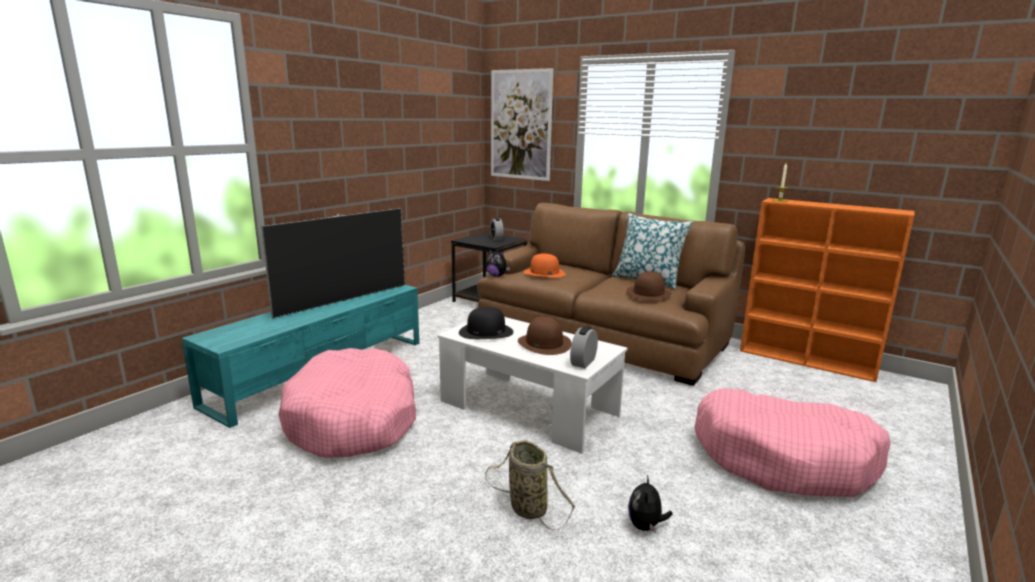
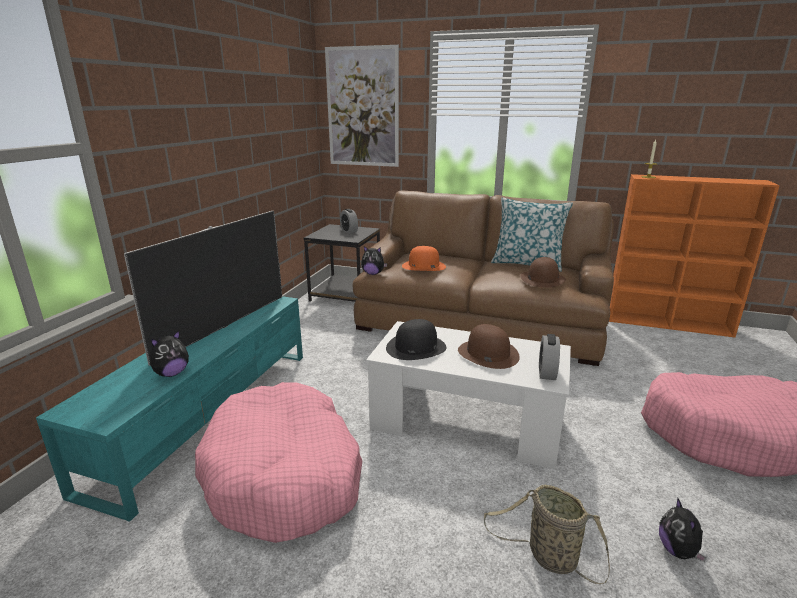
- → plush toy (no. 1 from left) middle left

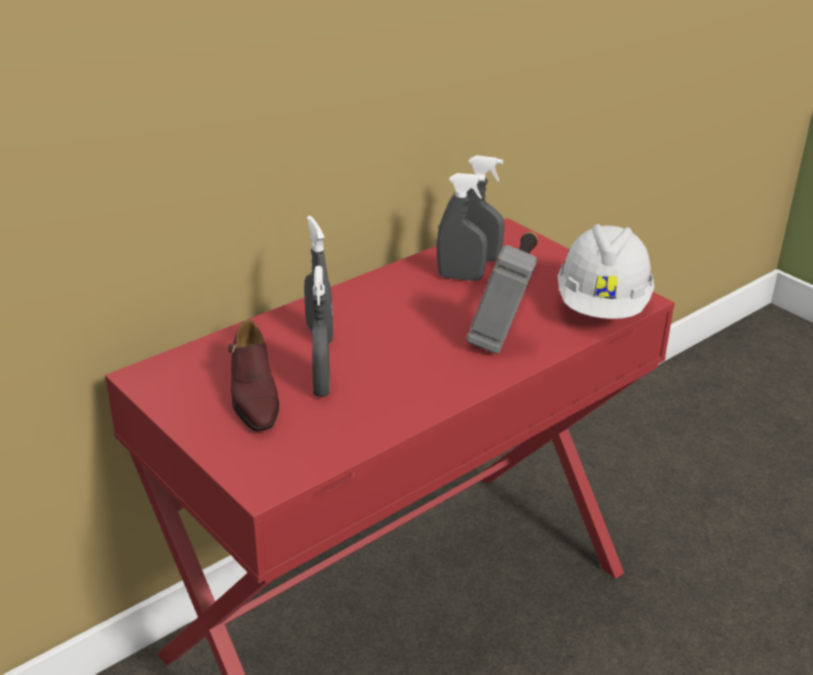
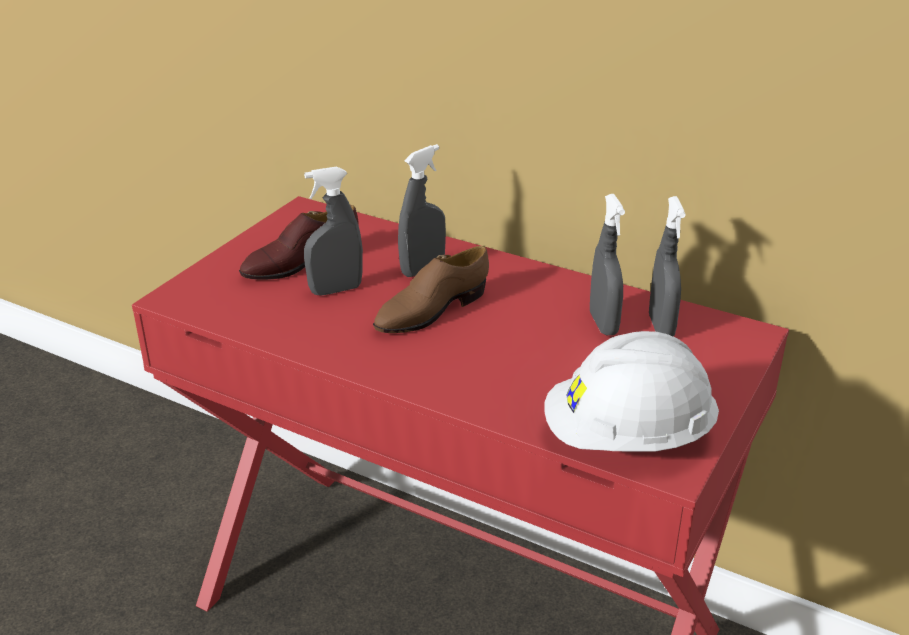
hammer centre → -
- → shoe (brownish) (no. 2 from left) centre

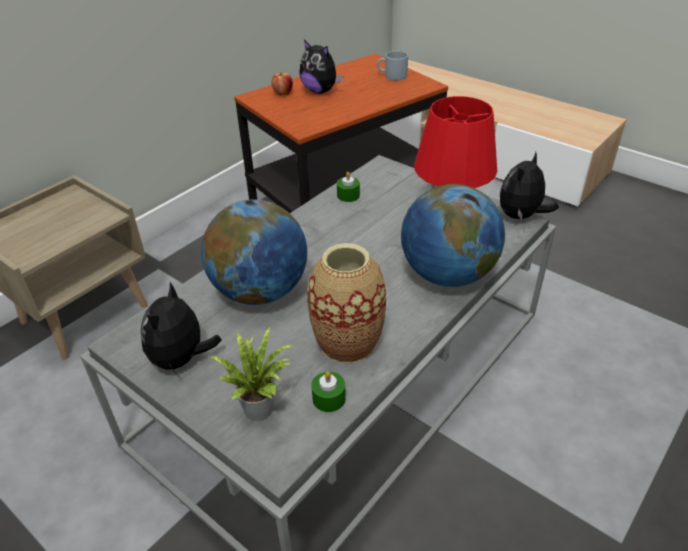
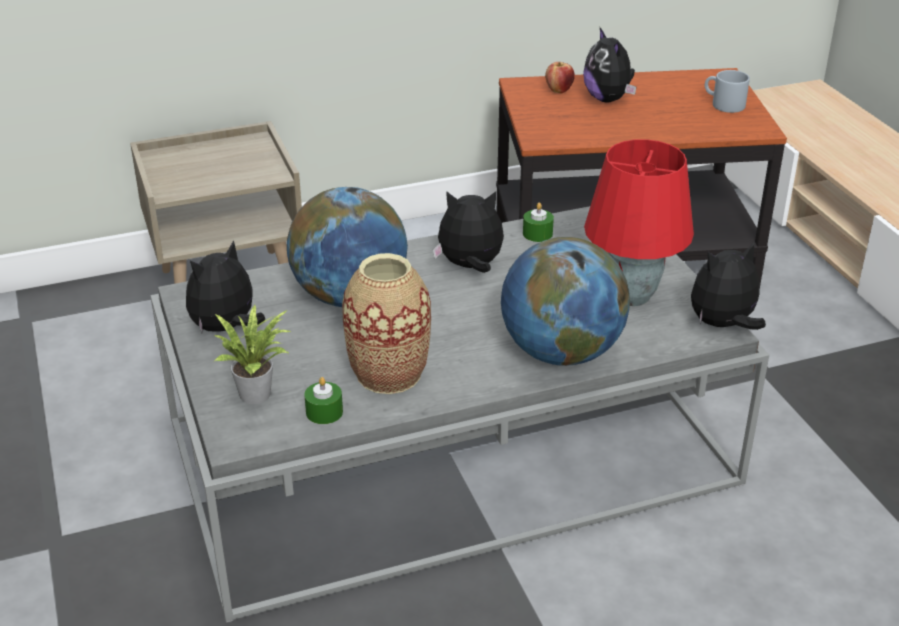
- → plush toy (no. 2 from left) centre

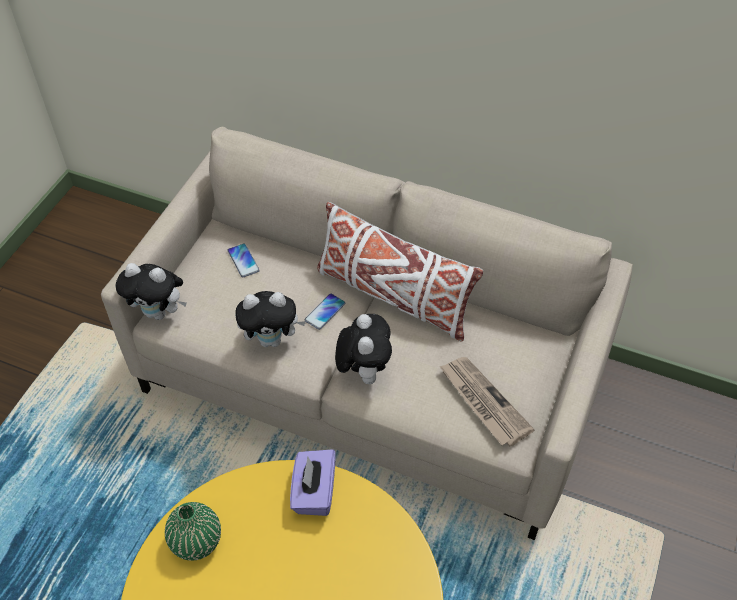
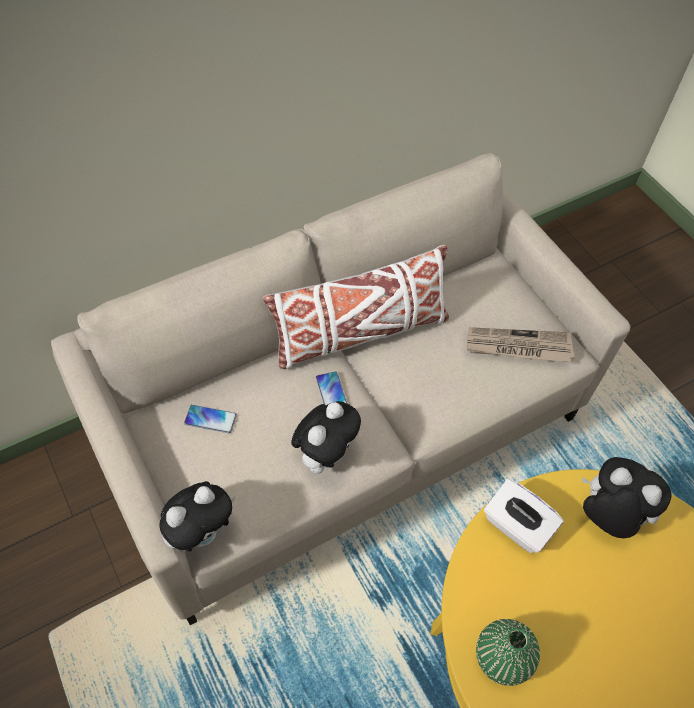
box of tissues (purple) bottom centre → box of tissues (whitish) bottom right
plush toy (no. 3 from left) centre → plush toy (no. 3 from left) bottom right, shifted

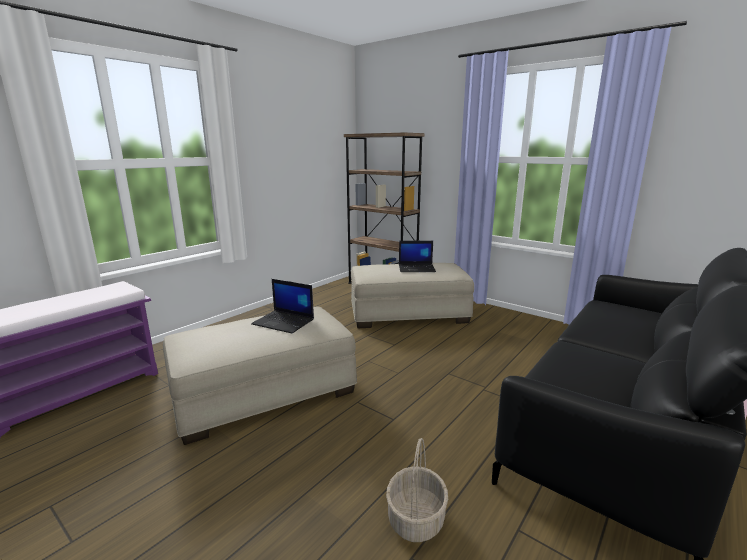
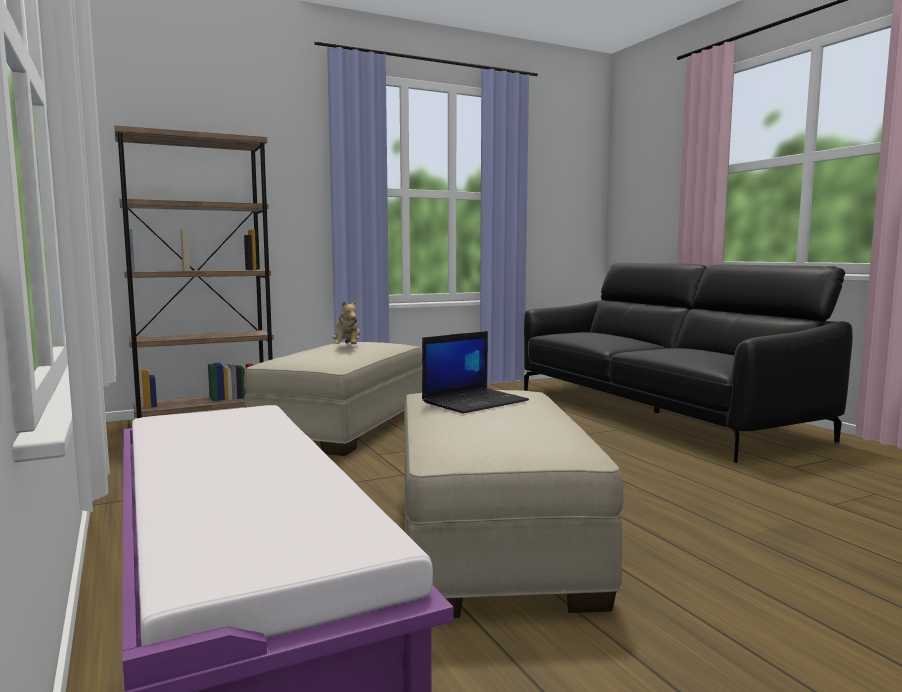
storage basket bottom centre → -
laptop (no. 2 from left) centre → plush toy centre

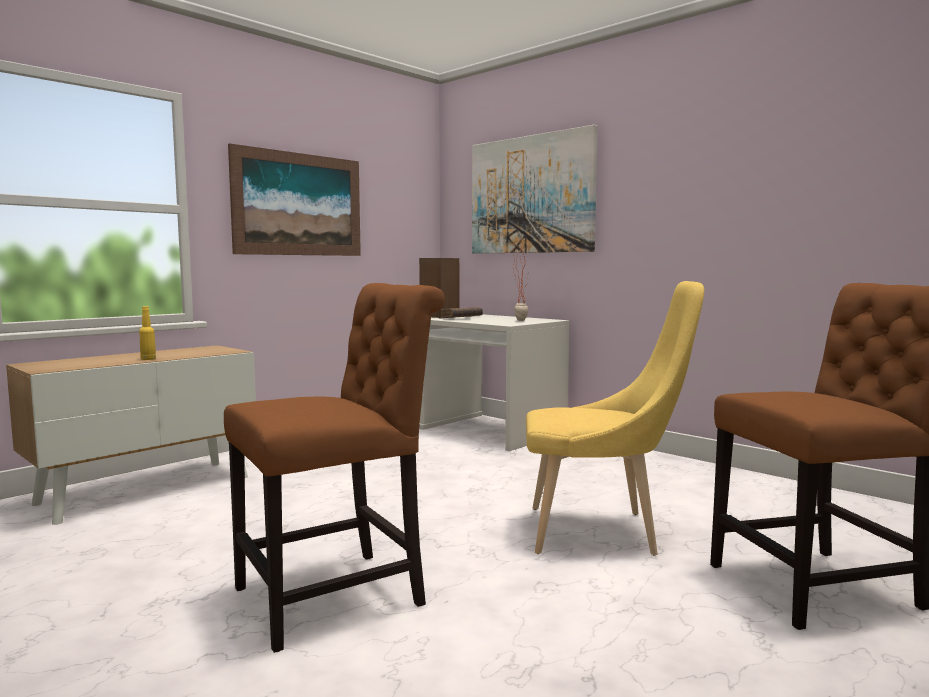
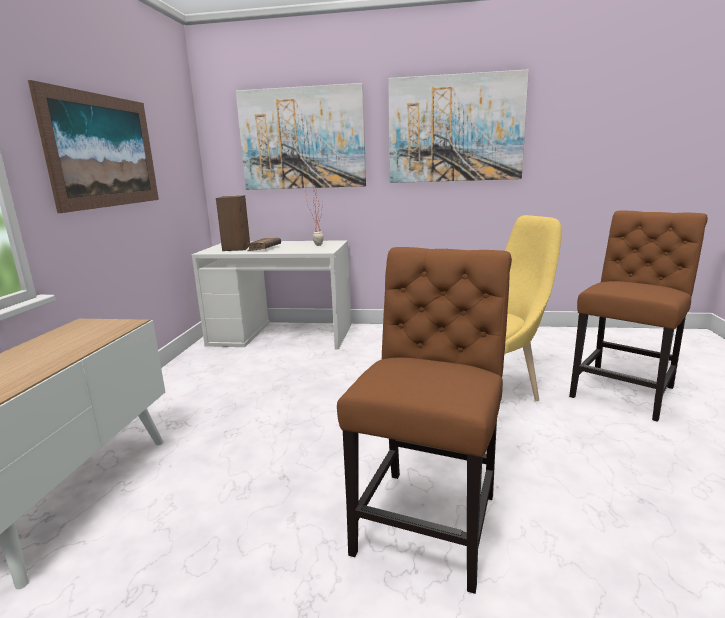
bottle (yellowish) middle left → -
- → picture (no. 3 from left) top centre

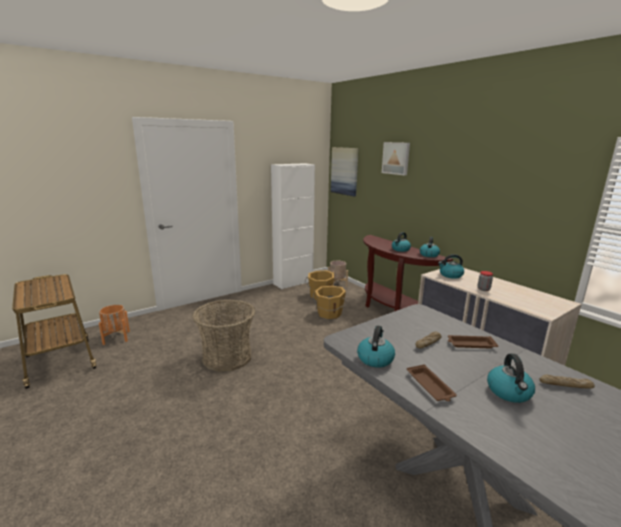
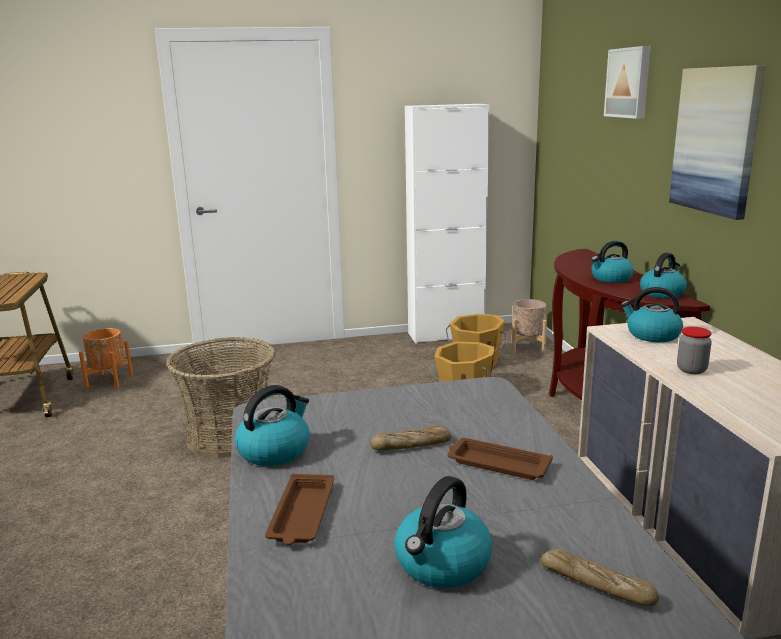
picture (no. 1 from left in the first image) top centre → picture (no. 2 from left) top right, shifted

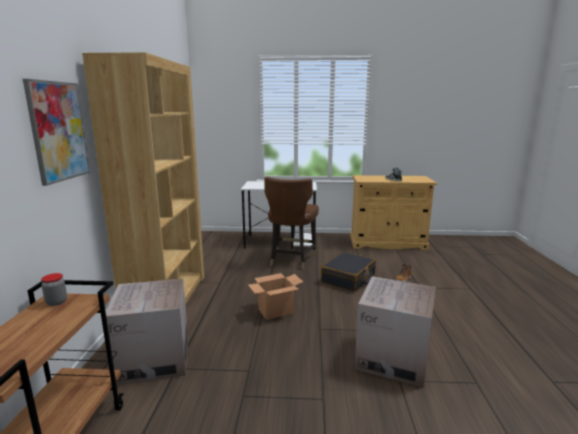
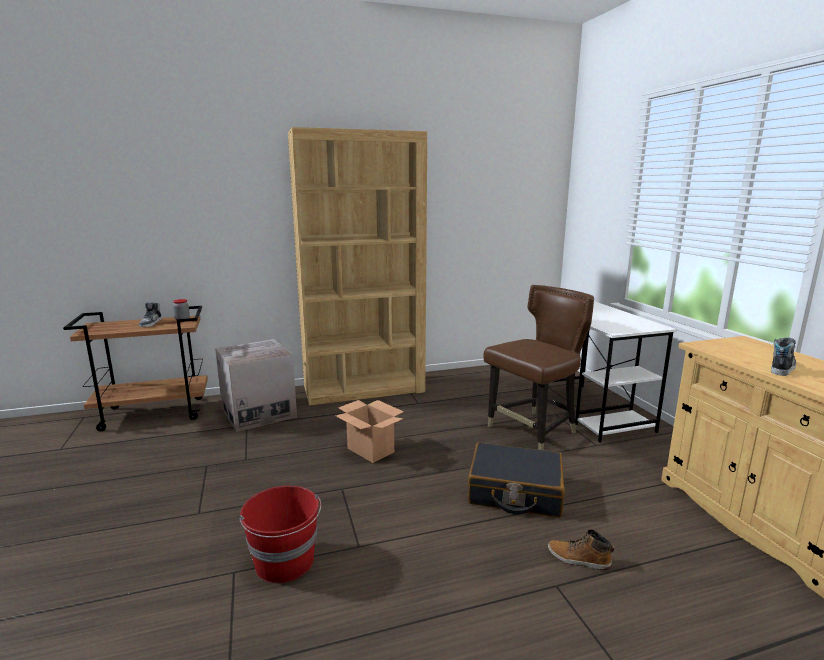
picture top left → -
upright chair (brownish) centre, 150 degrees clockwise
packing box (no. 3 from left) bottom right → bucket (red-coloured) bottom centre
- → shoe (no. 1 from left) middle left

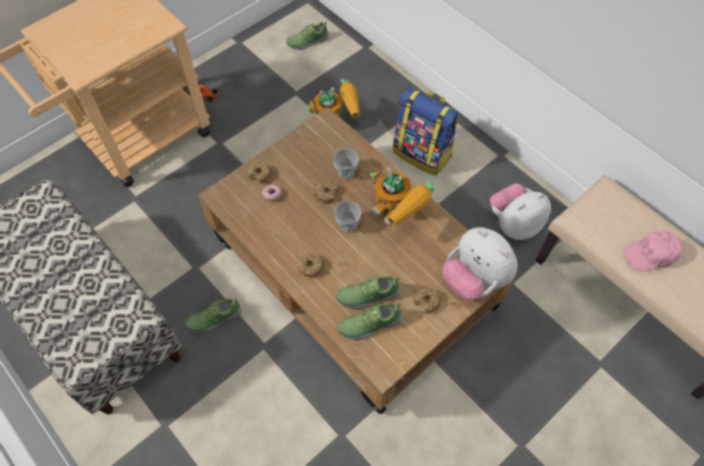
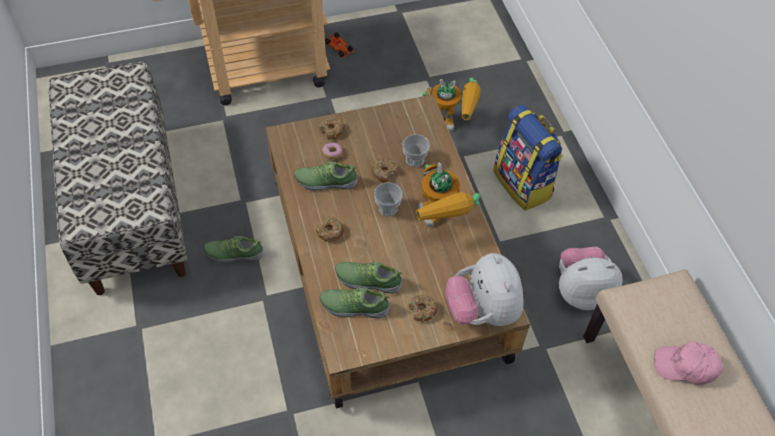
shoe (no. 2 from left) top centre → shoe (no. 2 from left) centre, shifted

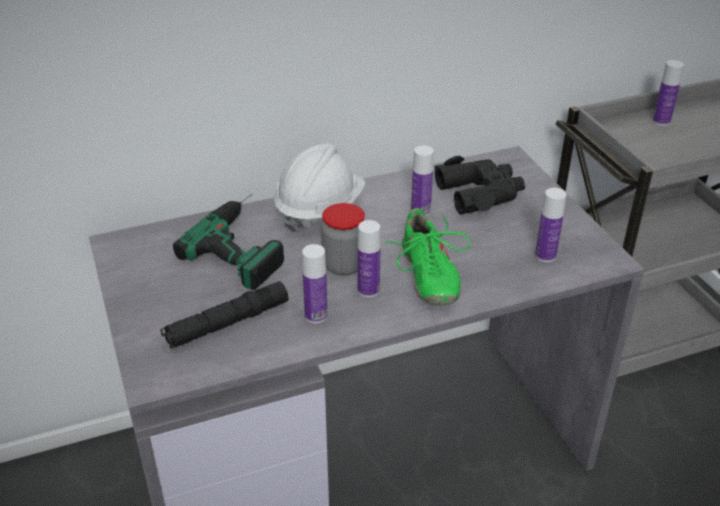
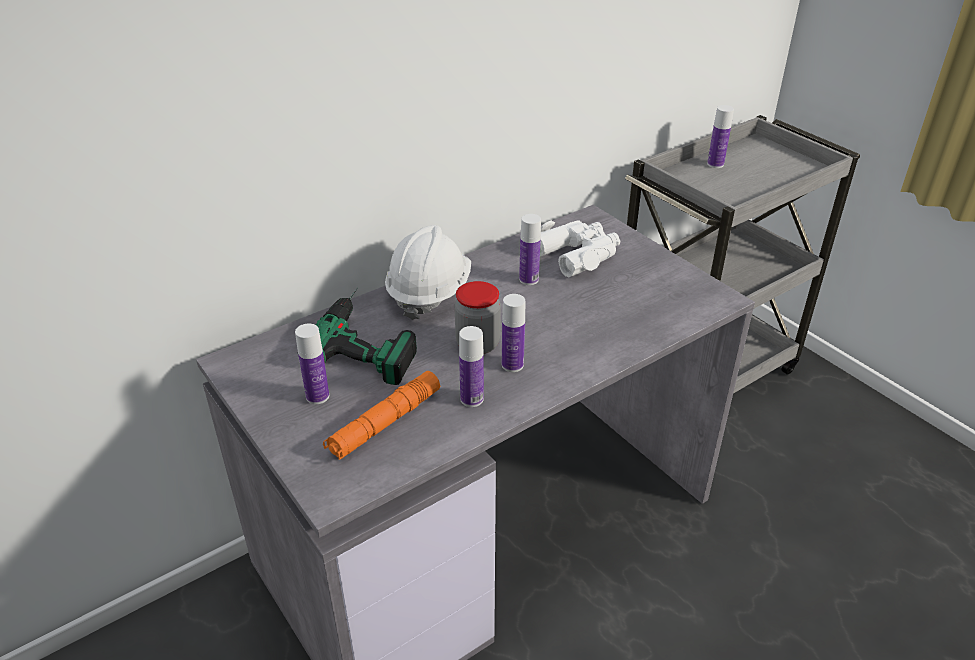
flashlight (blackish) middle left → flashlight (orangey) centre
shoe (green-coloured) centre → -
field glasses (blackish) centre → field glasses (whitish) centre
bottle (no. 4 from left in the first image) middle right → bottle (no. 1 from left) middle left, shifted

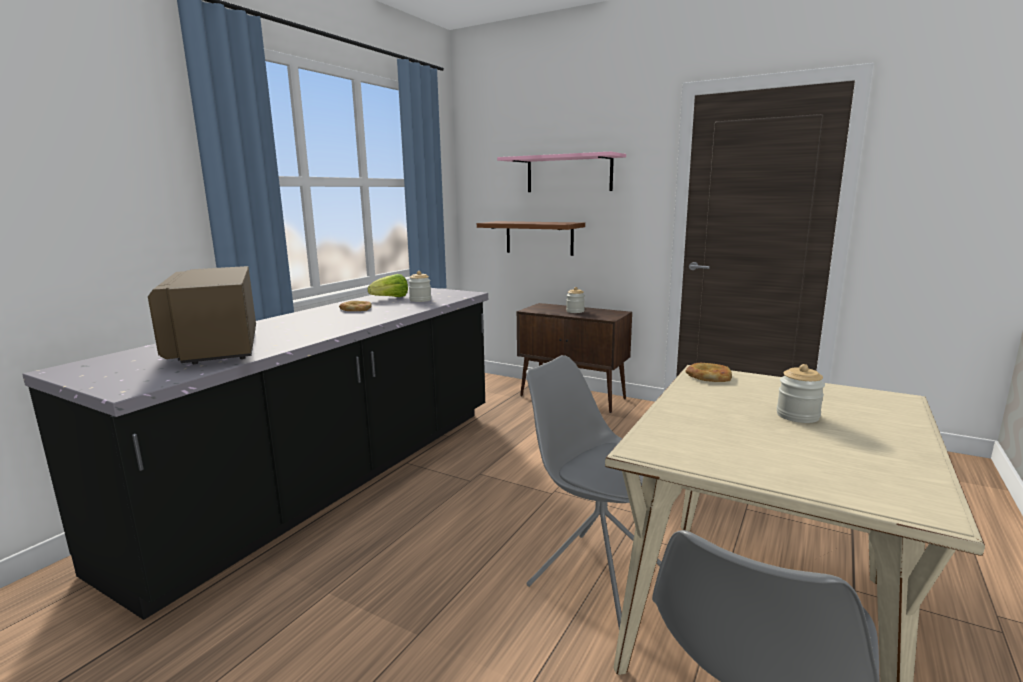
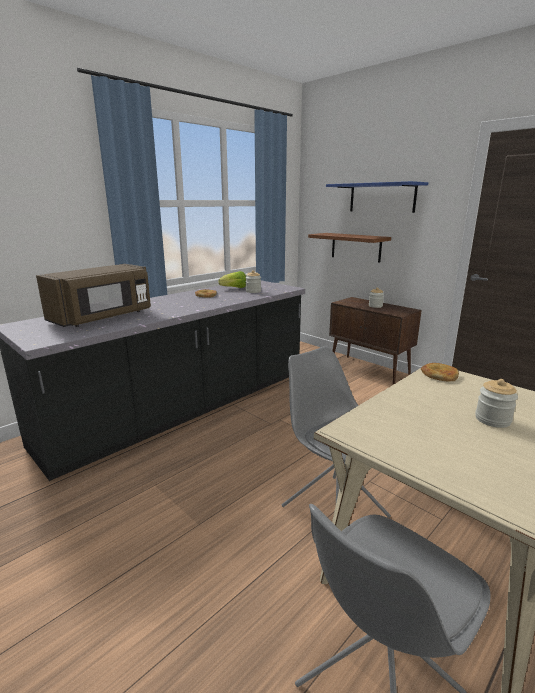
microwave oven (brownish) middle left, 135 degrees counterclockwise
wall shelf (pinkish) top centre → wall shelf (bluish) top right

